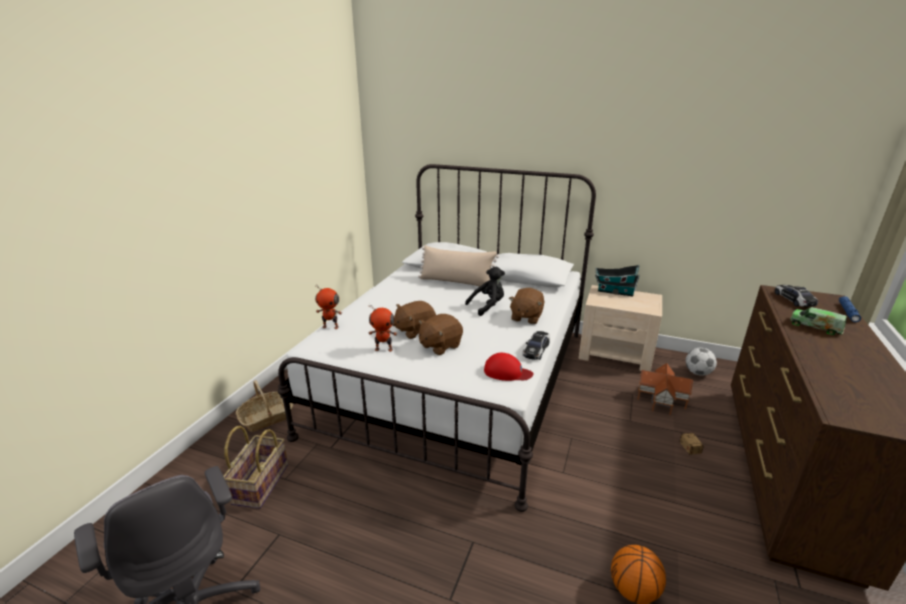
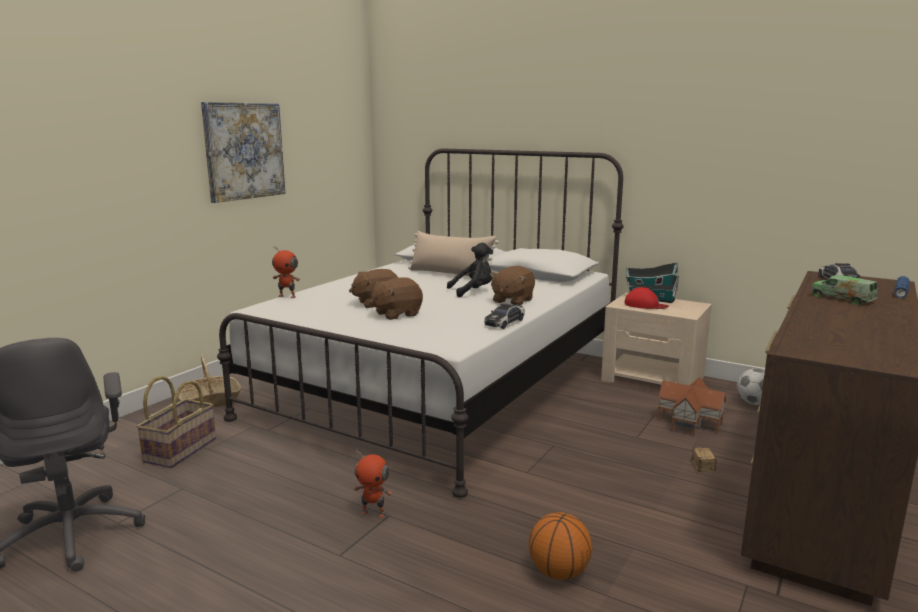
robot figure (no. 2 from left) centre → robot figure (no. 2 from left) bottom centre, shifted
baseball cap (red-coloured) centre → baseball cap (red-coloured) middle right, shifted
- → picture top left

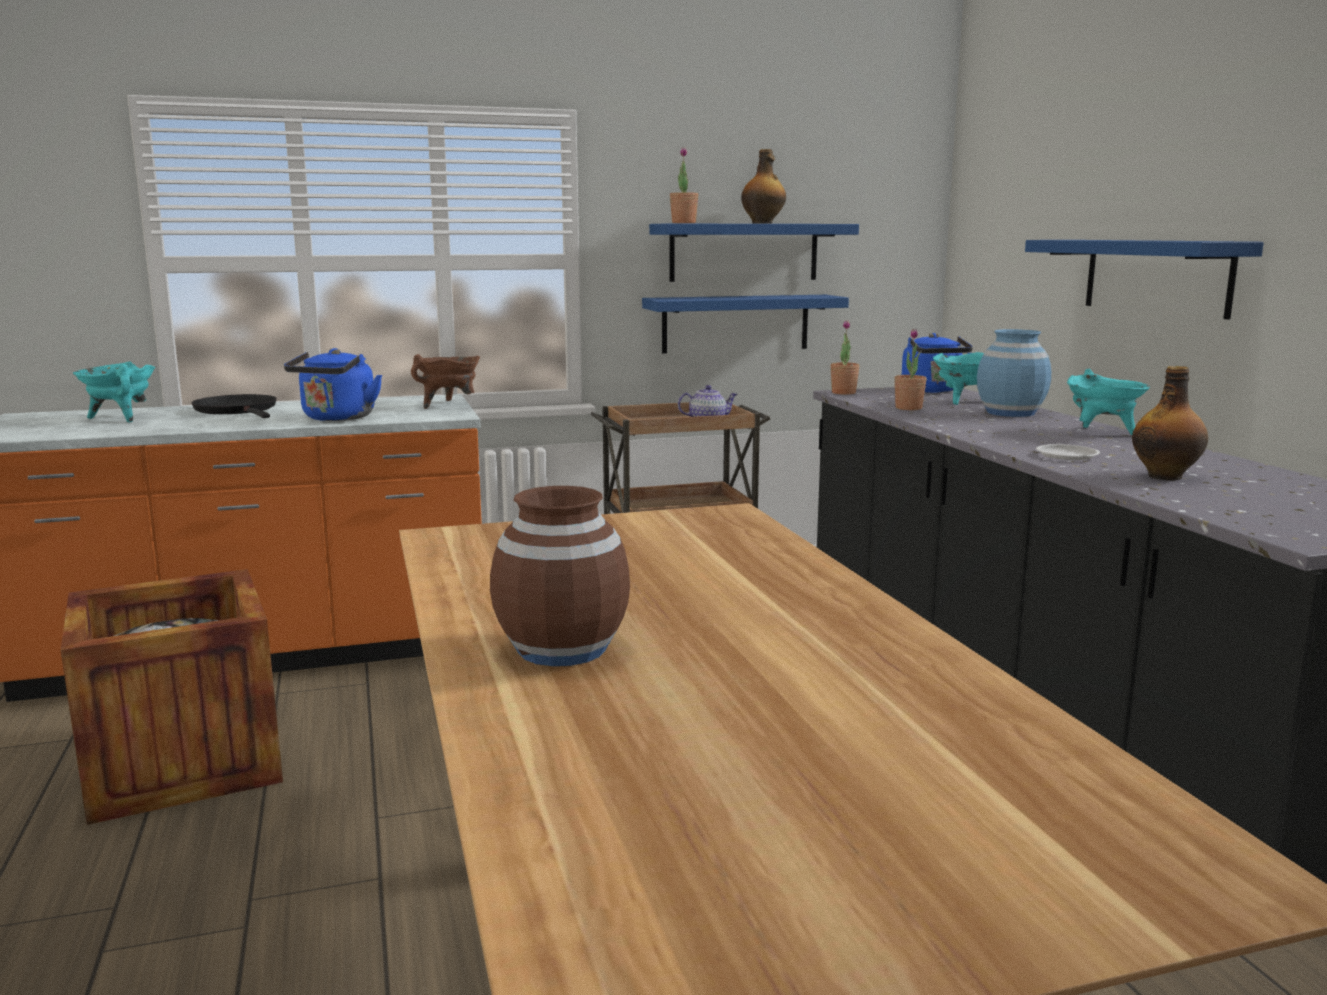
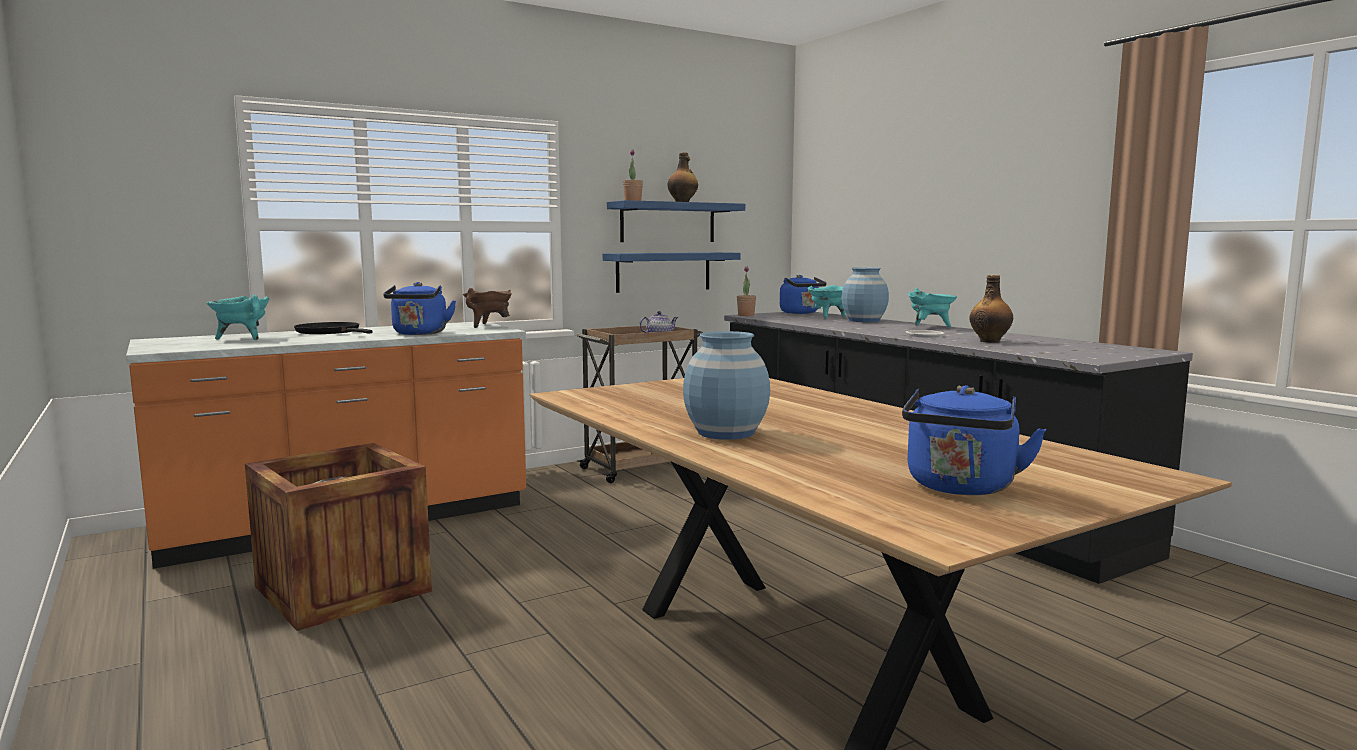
decorative vase (brownish) centre → decorative vase (bluish) (no. 1 from left) centre
potted plant (no. 3 from left) middle right → -
wall shelf (bluish) (no. 3 from left) top right → -
- → kettle (bluish) (no. 3 from left) middle right

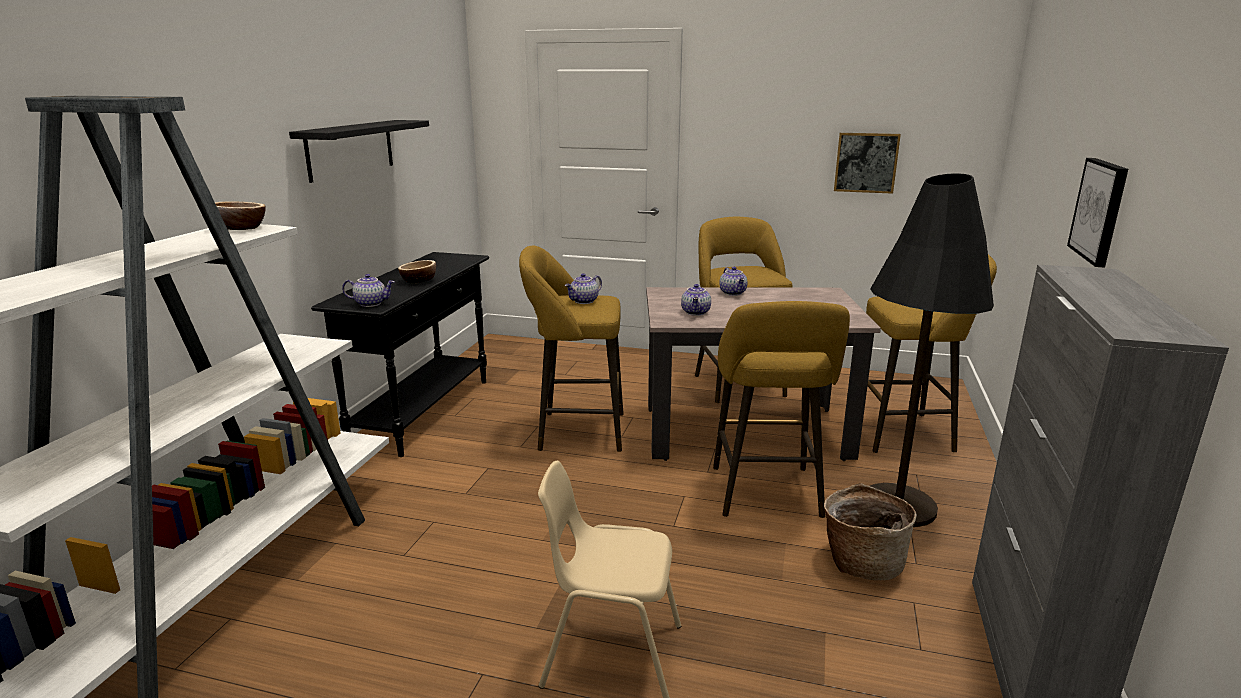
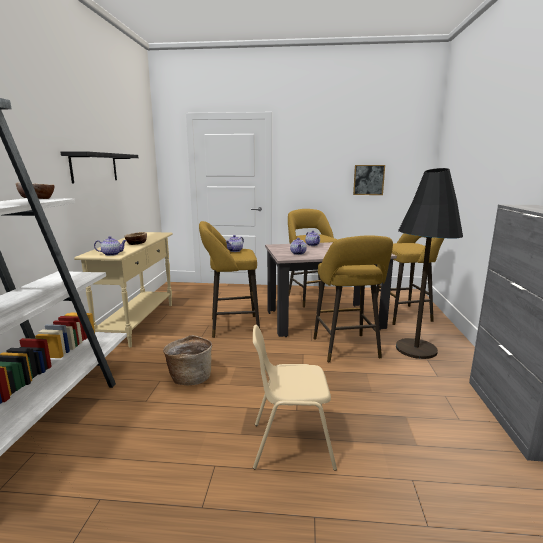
hall table (blackish) middle left → hall table (beige-coloured) middle left
storage basket bottom right → storage basket centre, shifted
picture (no. 2 from left) top right → -

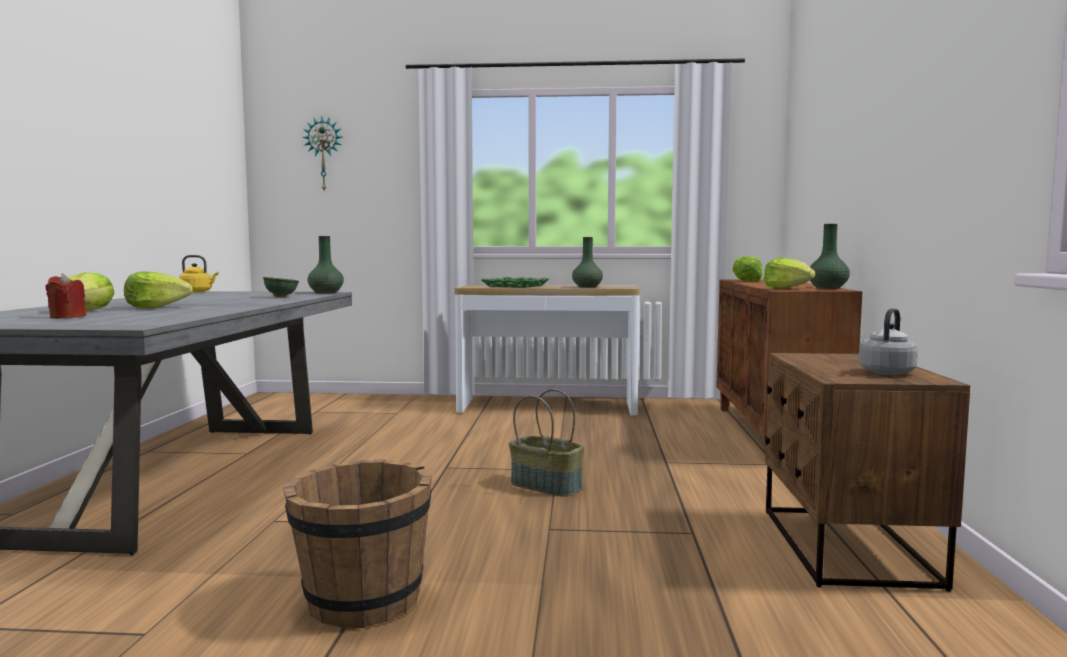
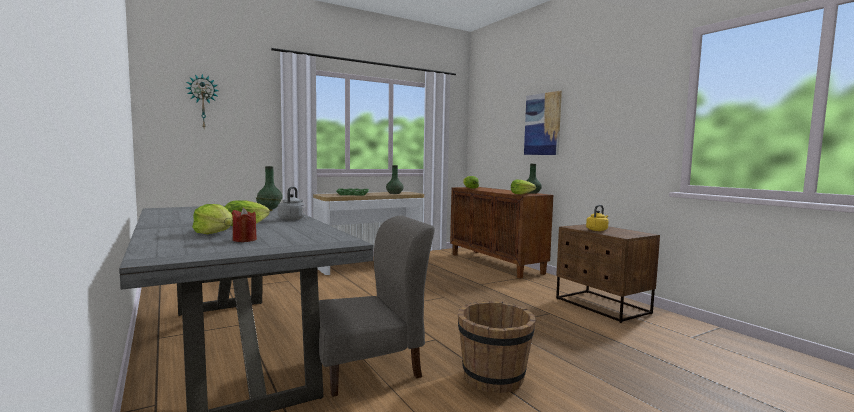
kettle (yellowish) middle left → kettle (yellowish) middle right, shifted
storage basket bottom centre → -
kettle (greyish) middle right → kettle (greyish) centre, shifted
- → upright chair (greyish) bottom centre
- → picture top centre

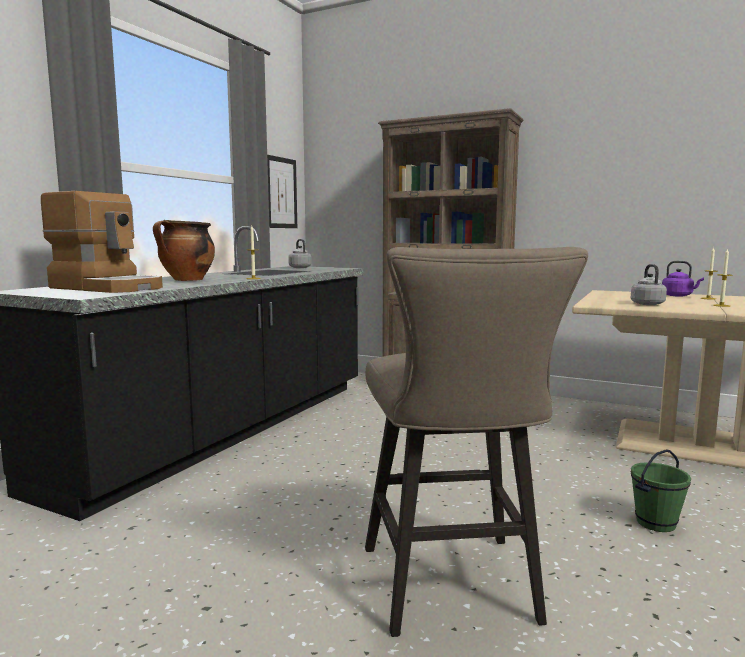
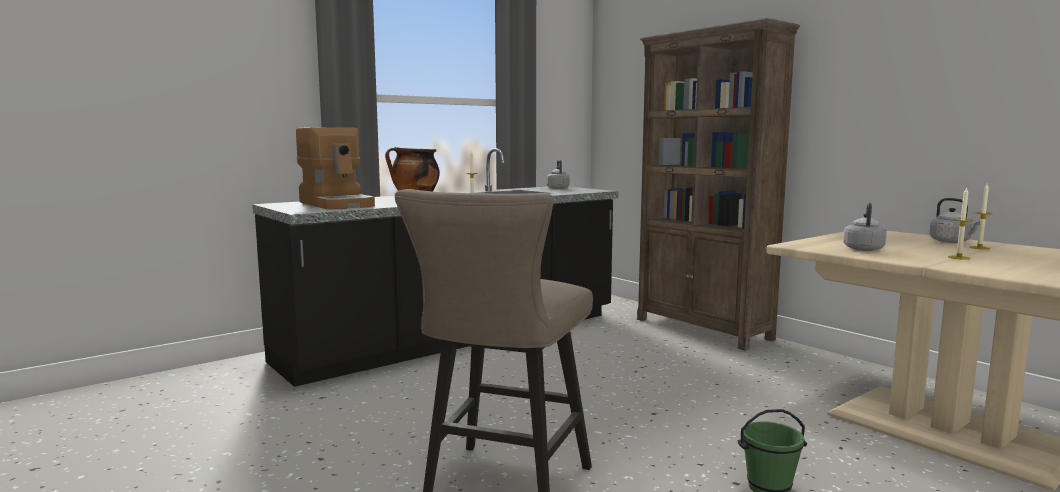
picture top centre → -
kettle (purple) middle right → kettle (greyish) (no. 3 from left) middle right

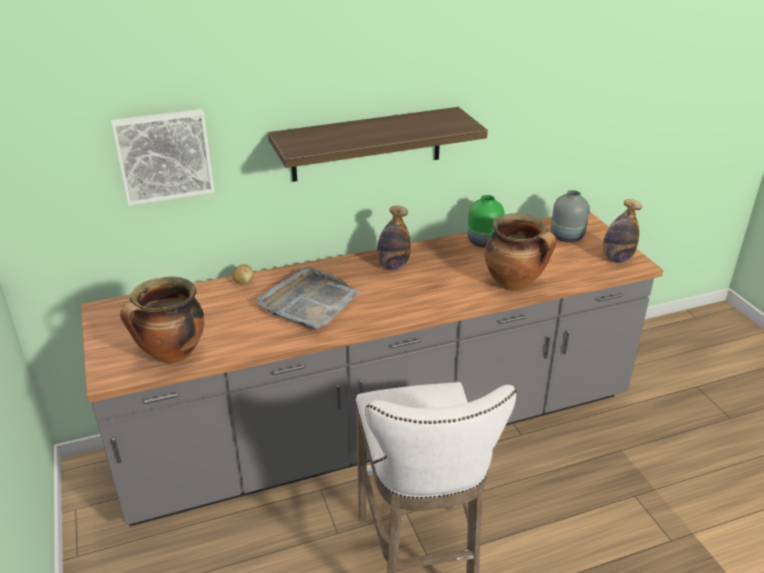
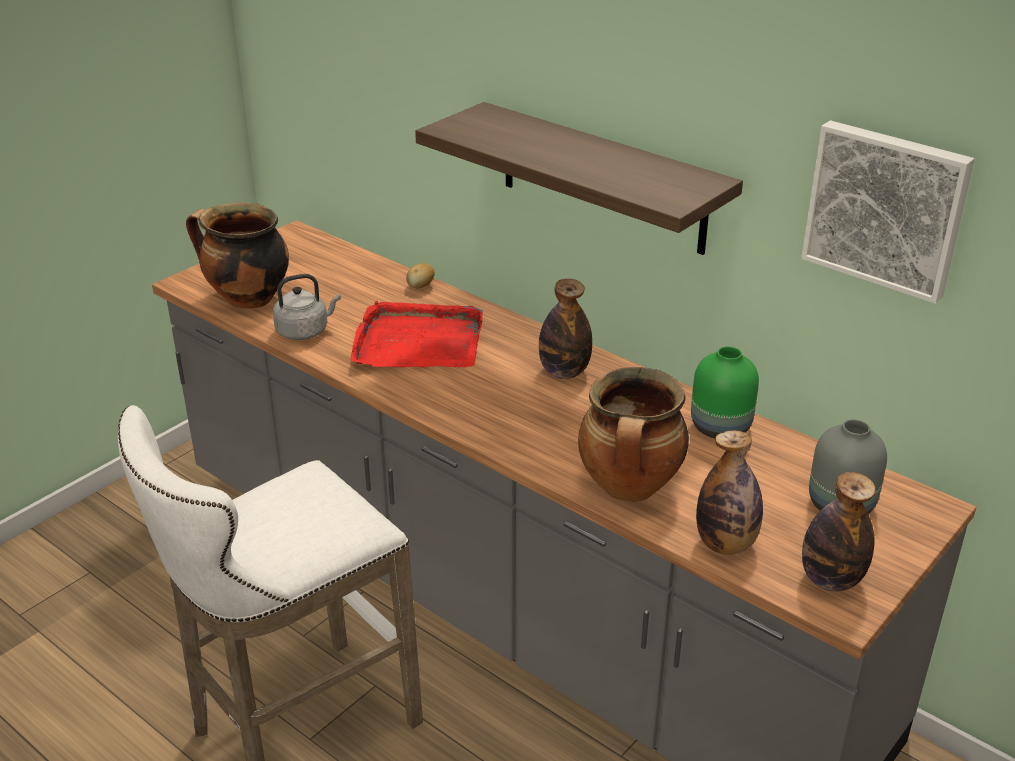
picture top left → picture top right, shifted
serving tray (greyish) centre → serving tray (red-coloured) centre
- → kettle (greyish) middle left
- → bottle (no. 2 from left) middle right

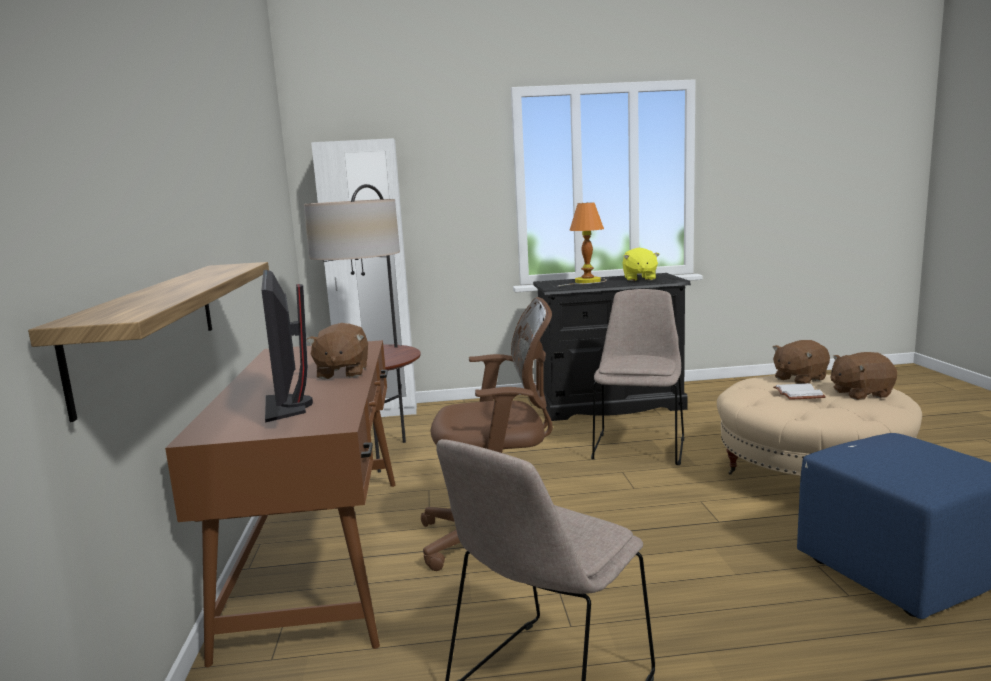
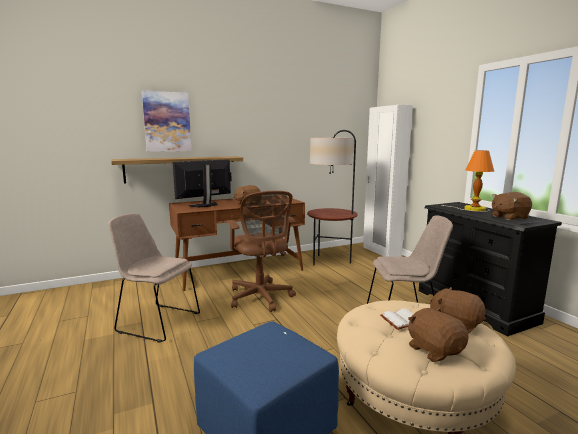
plush toy (yellowish) centre → plush toy (brownish) (no. 4 from left) middle right
- → picture top left

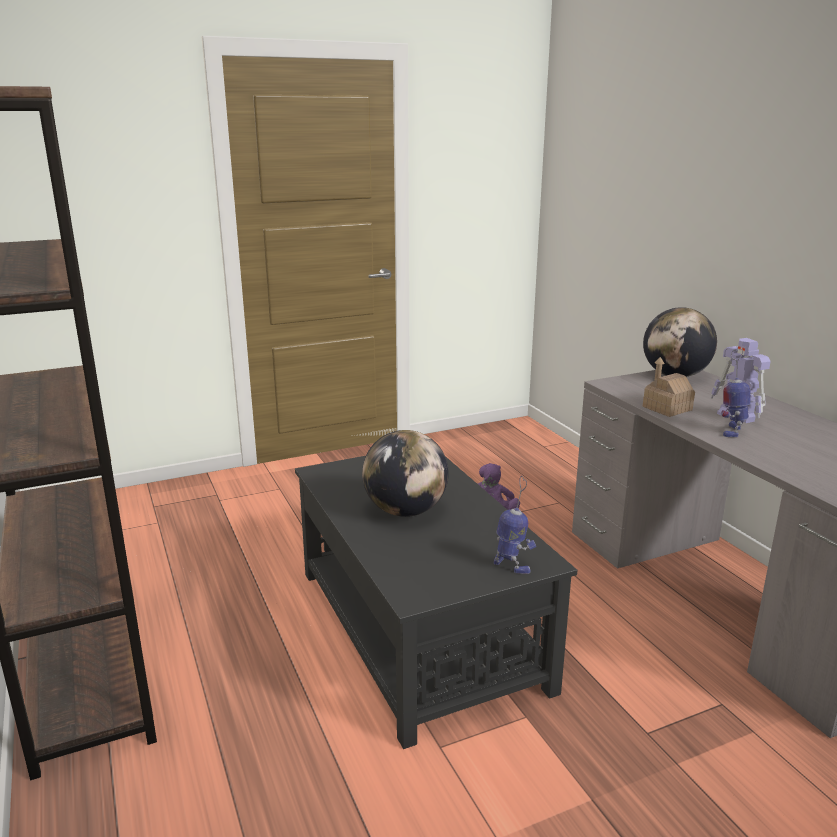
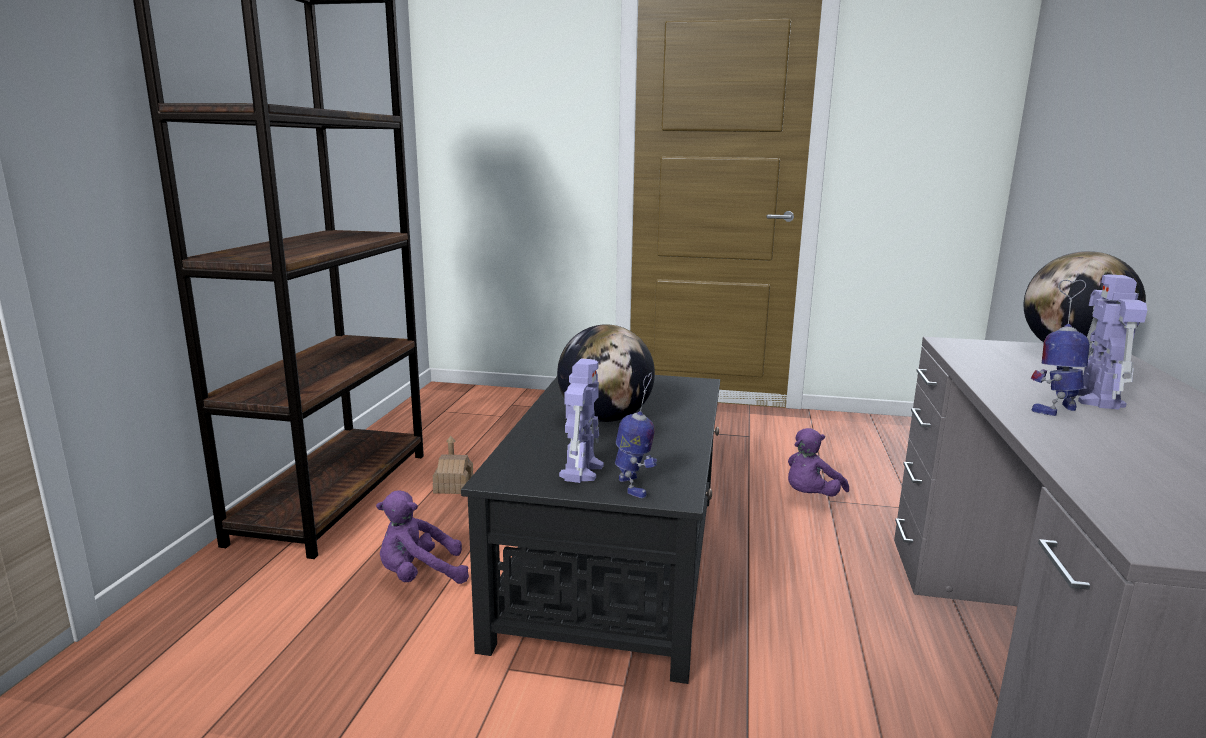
model house middle right → model house centre, shifted
- → plush toy (purple) (no. 1 from left) bottom centre
- → robot figure (no. 1 from left) centre

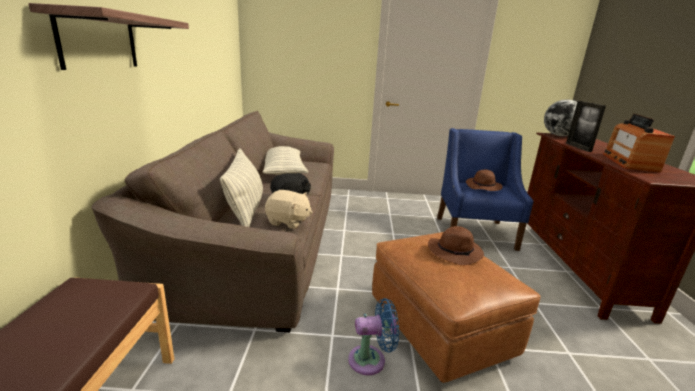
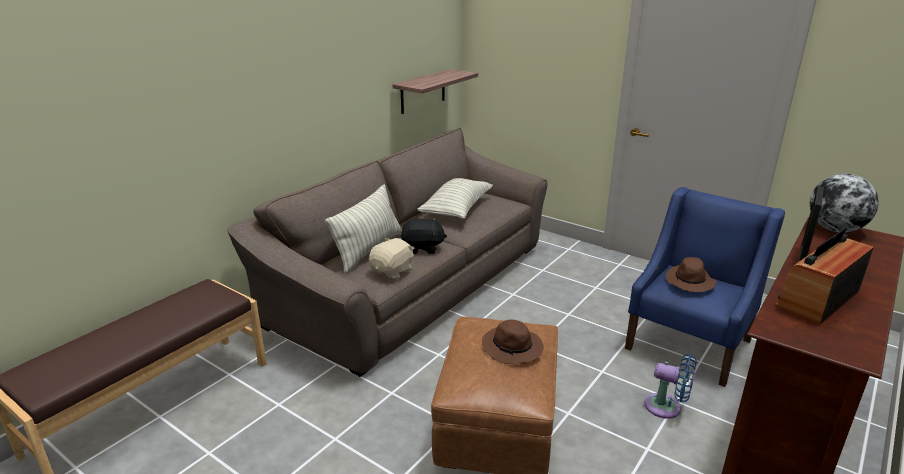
wall shelf top left → wall shelf top centre, shifted
plush toy (beige-coloured) centre, 105 degrees counterclockwise
cooling fan (bluish) bottom centre → cooling fan (bluish) bottom right, shifted

